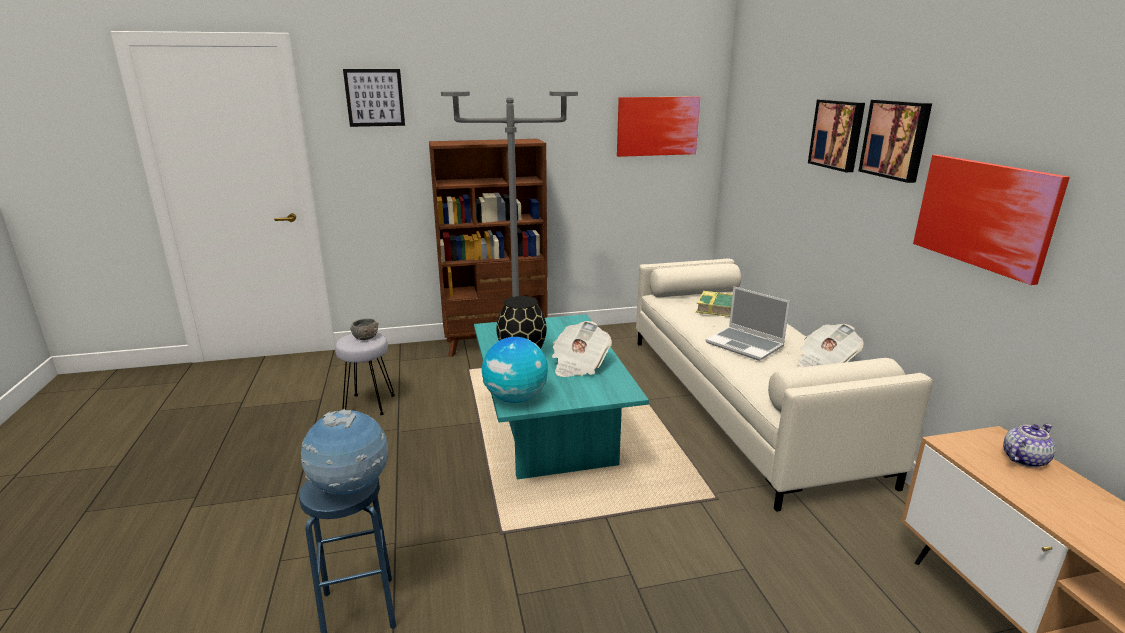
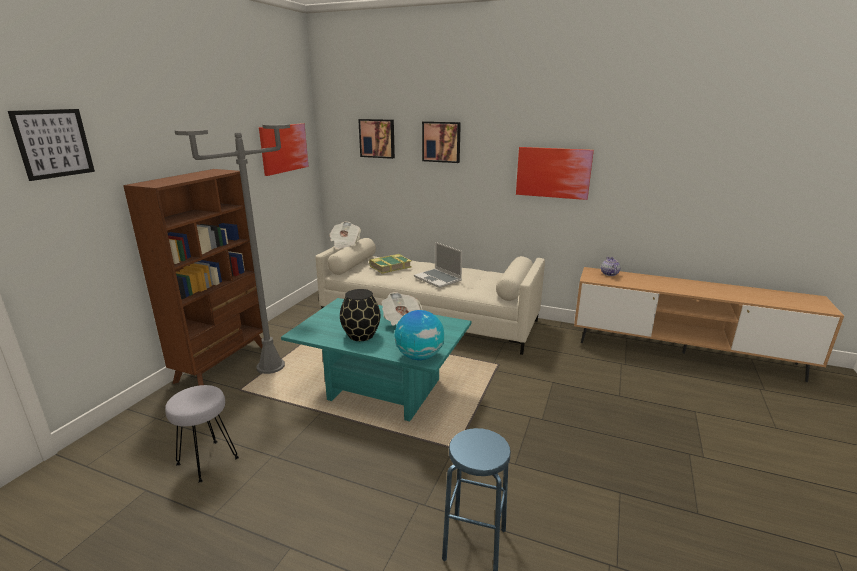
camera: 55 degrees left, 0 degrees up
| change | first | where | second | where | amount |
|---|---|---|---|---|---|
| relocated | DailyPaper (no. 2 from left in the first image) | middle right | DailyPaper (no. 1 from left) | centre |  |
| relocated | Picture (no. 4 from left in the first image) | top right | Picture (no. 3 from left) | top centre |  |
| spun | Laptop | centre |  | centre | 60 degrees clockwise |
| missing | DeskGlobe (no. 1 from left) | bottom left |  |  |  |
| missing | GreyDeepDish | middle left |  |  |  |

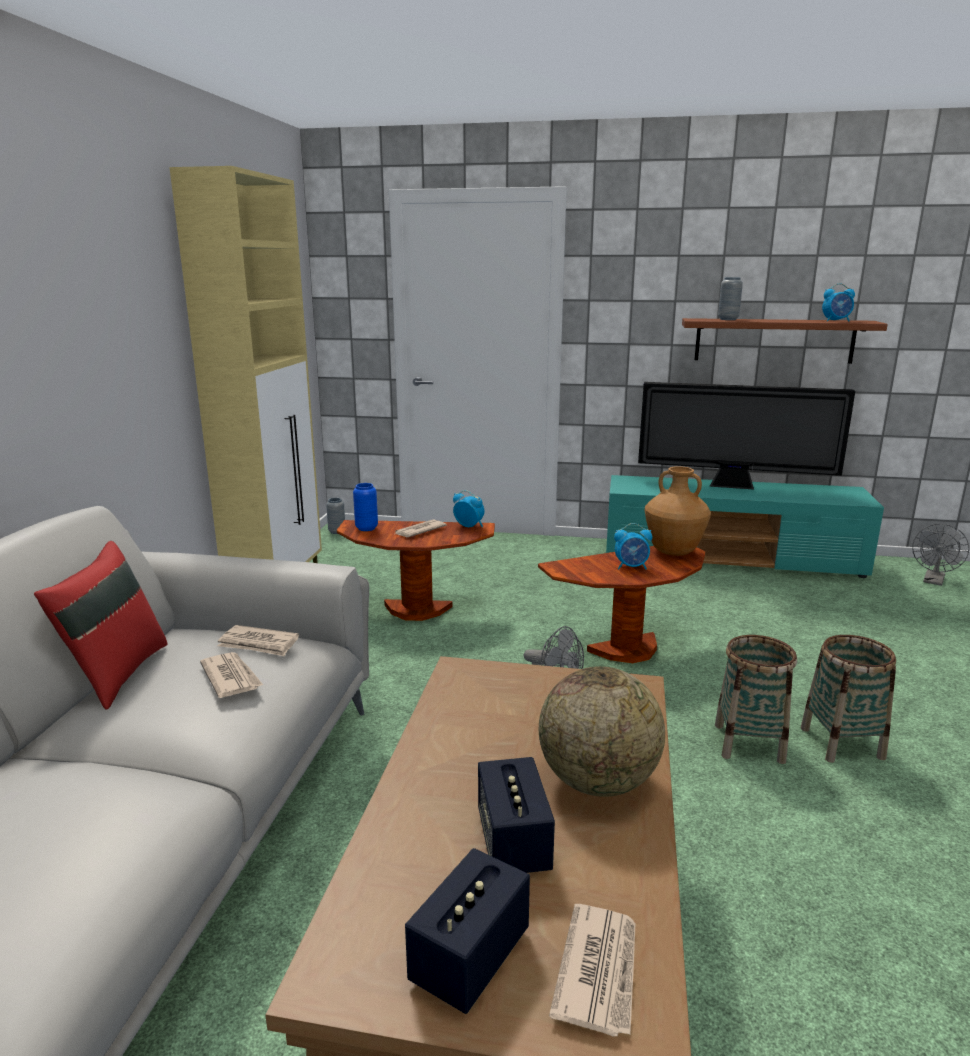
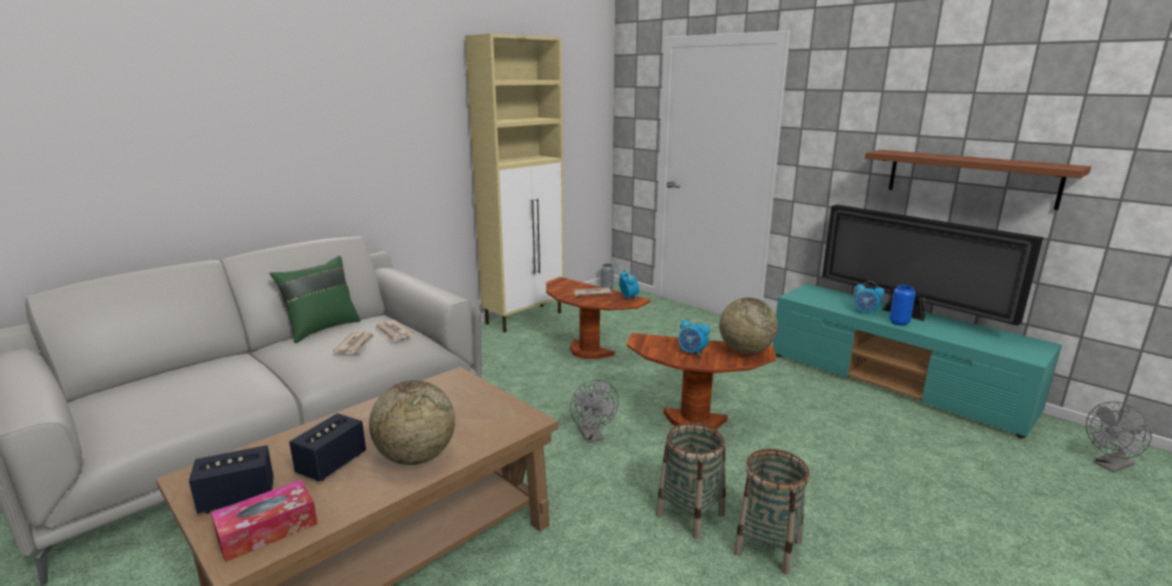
camera: 35 degrees right, 0 degrees up
| change | first | where | second | where | amount |
|---|---|---|---|---|---|
| exchanged | DailyPaper (no. 4 from left) | bottom centre | TissueBox | bottom left |  |
| colour | RedThrowPillow | middle left | GreenColouredThrowPillow | middle left |  |
| exchanged | BrownColouredFlowerVase | middle right | DeskGlobe (no. 2 from left) | centre |  |
| relocated | AlarmClock (no. 3 from left) | top right |  | middle right |  |
| relocated | BlueFlowerVase | centre |  | middle right |  |
| missing | GreyFlowerVase (no. 2 from left) | top right |  |  |  |

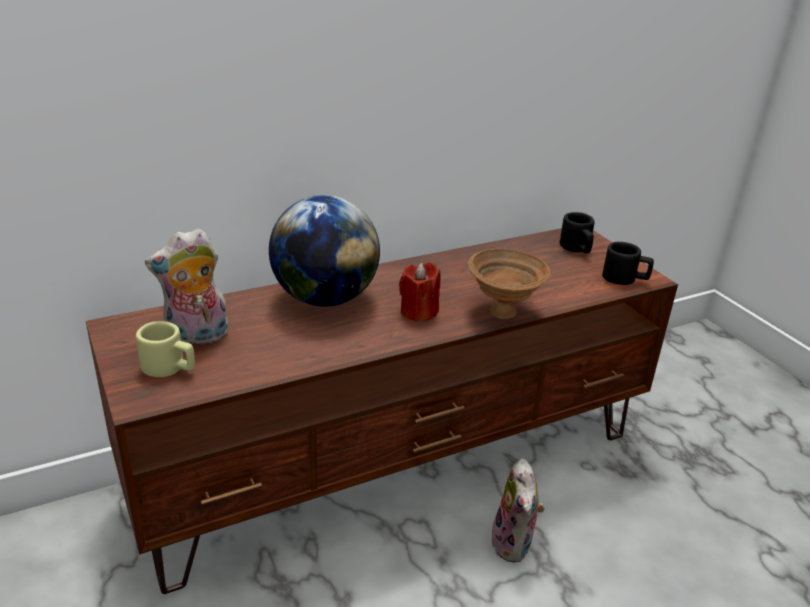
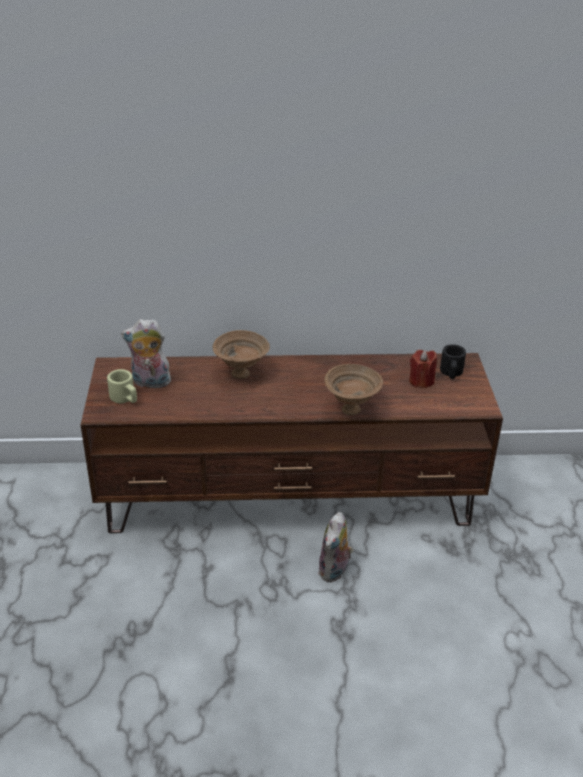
camera: 25 degrees right, 5 degrees up
| change | first | where | second | where | amount |
|---|---|---|---|---|---|
| exchanged | DeskGlobe | centre | BrownColouredDeepDish (no. 1 from left) | centre |  |
| relocated | RedWaxLight | centre |  | middle right |  |
| missing | BlackCoffeeMug (no. 2 from left) | middle right |  |  |  |

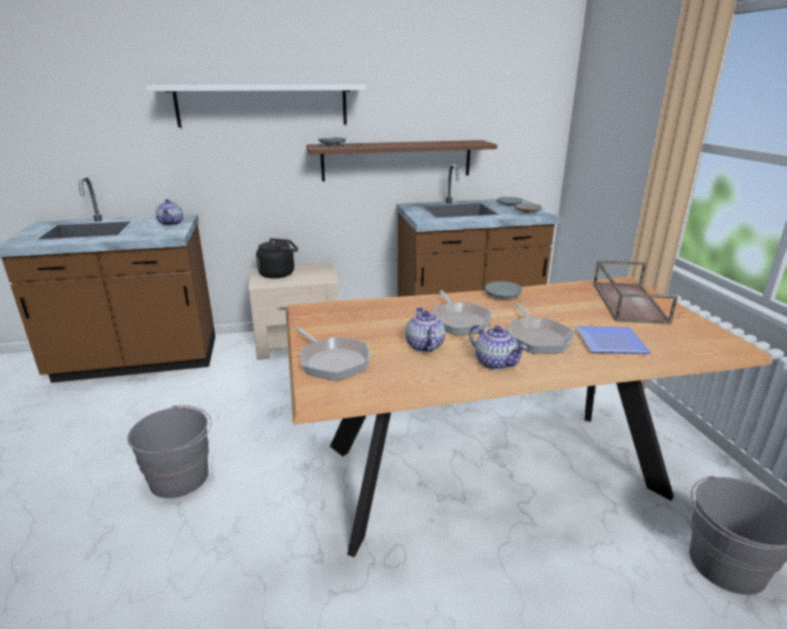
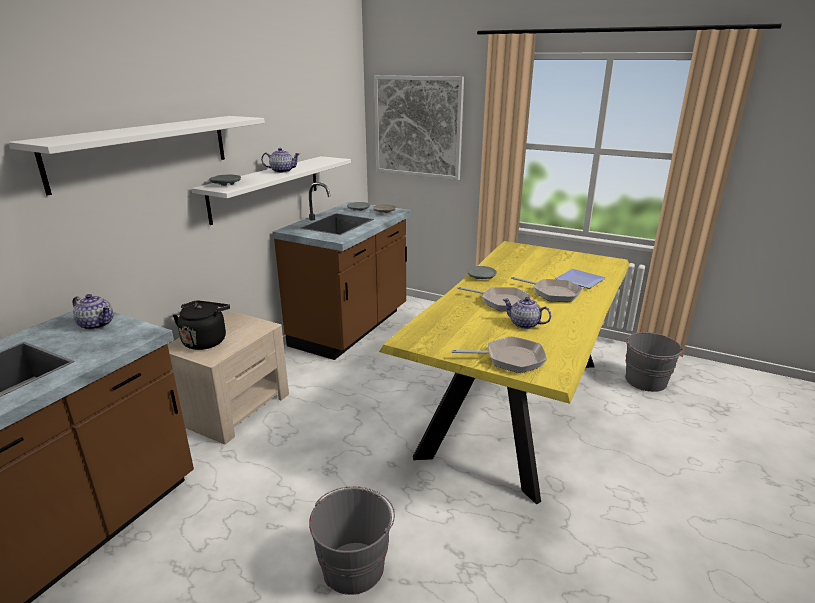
camera: 50 degrees left, 0 degrees up
| change | first | where | second | where | amount |
|---|---|---|---|---|---|
| colour | BrownColouredBracketShelf | top centre | WhiteBracketShelf (no. 2 from left) | top left |  |
| relocated | PotForTea (no. 3 from left in the first image) | centre | PotForTea (no. 2 from left) | top centre |  |
| appeared |  |  | Picture | top centre |  |
| colour | BrownColouredKitchenTable | middle right | YellowishKitchenTable | centre |  |
| missing | BrownColouredServingTray | middle right |  |  |  |

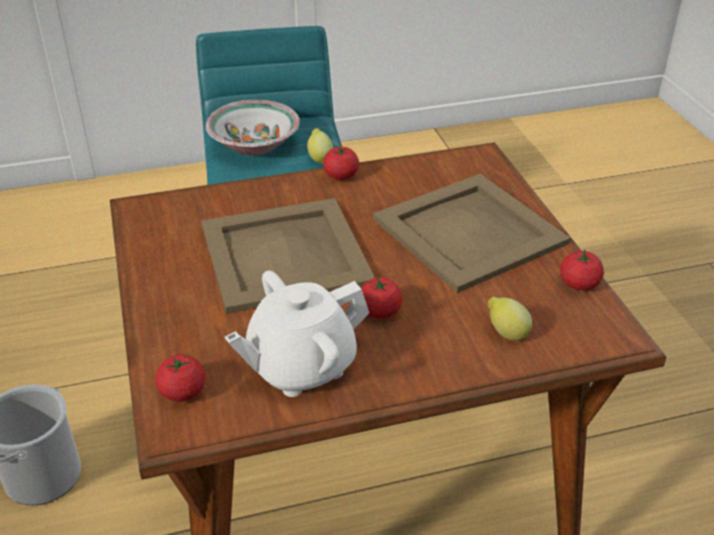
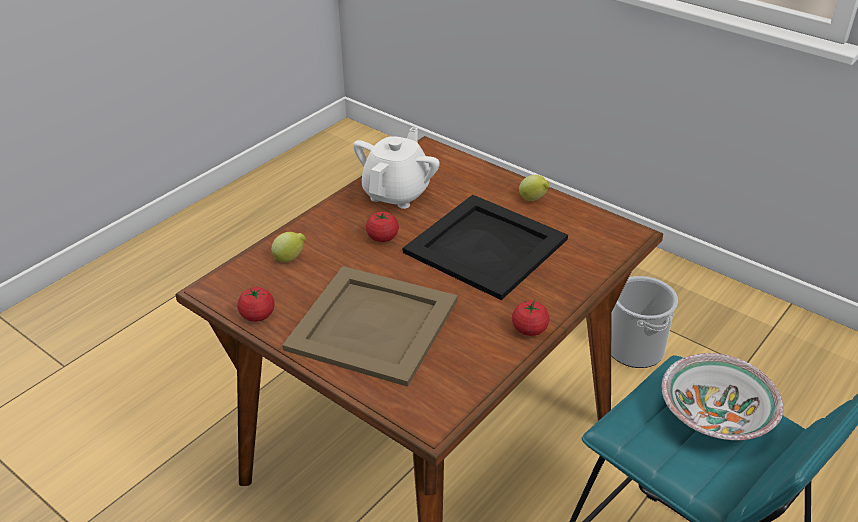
camera: 145 degrees right, 0 degrees up
| change | first | where | second | where | amount |
|---|---|---|---|---|---|
| colour | BeigeColouredServingTray (no. 1 from left) | centre | BlackServingTray | centre |  |
| relocated | CitrusFruit (no. 1 from left in the first image) | top centre | CitrusFruit (no. 2 from left) | centre |  |
| missing | Tomato (no. 1 from left) | bottom left |  |  |  |

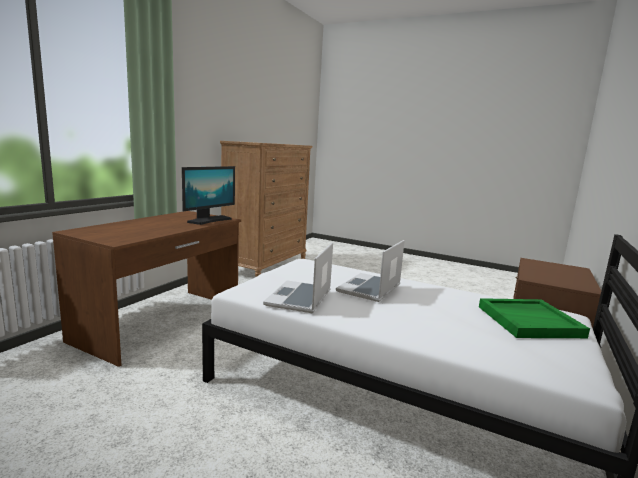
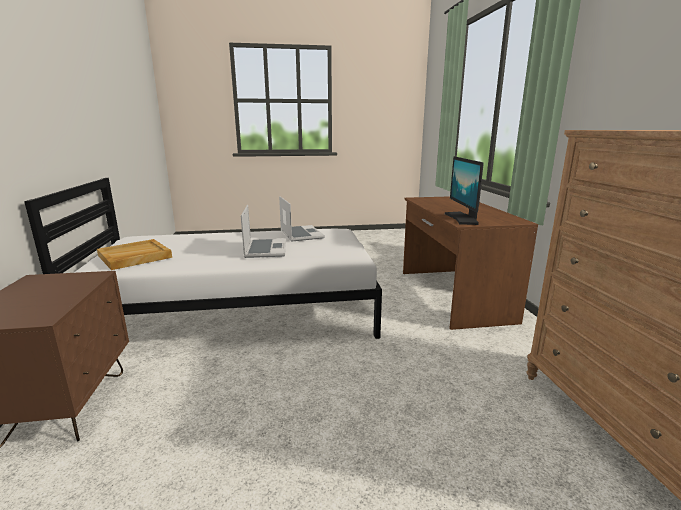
camera: 145 degrees right, 5 degrees up
| change | first | where | second | where | amount |
|---|---|---|---|---|---|
| colour | GreenColouredServingTray | middle right | BeigeColouredServingTray | middle left |  |

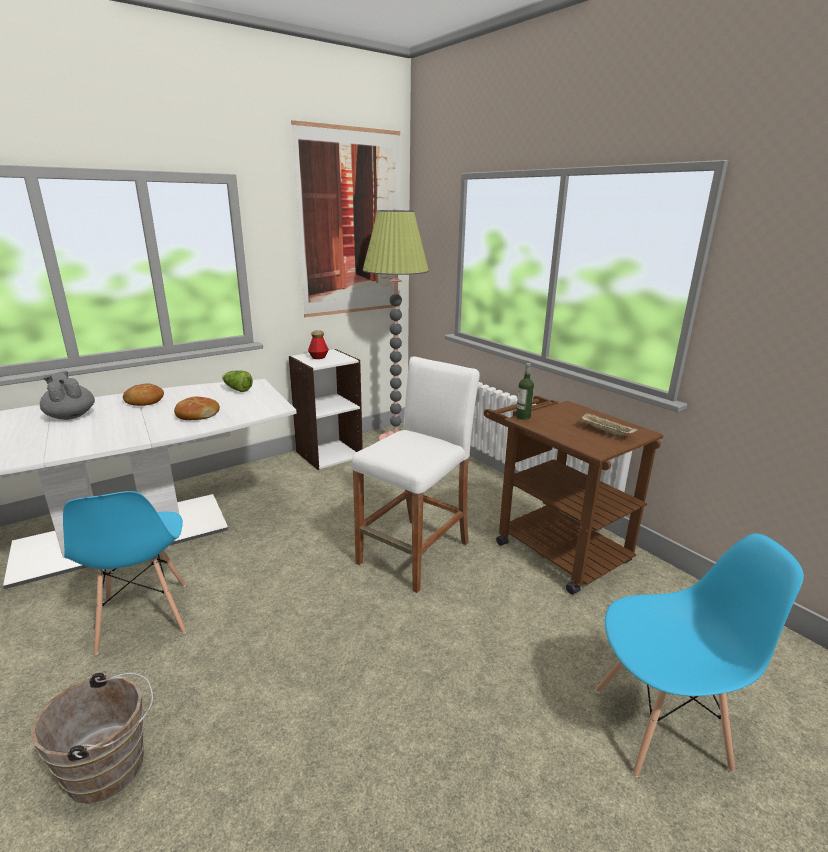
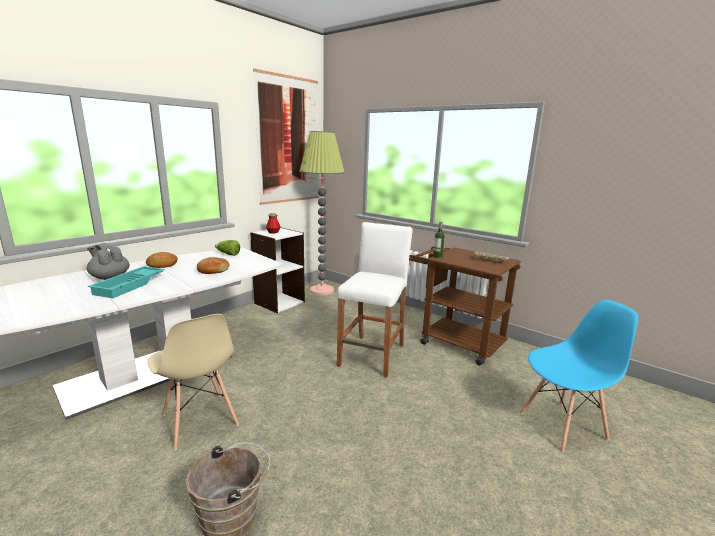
camera: 15 degrees left, 5 degrees down
| change | first | where | second | where | amount |
|---|---|---|---|---|---|
| appeared |  |  | TurquoiseColouredServingTray | middle left |  |
| colour | BlueUprightChair (no. 1 from left) | bottom left | BeigeColouredUprightChair | bottom left |  |

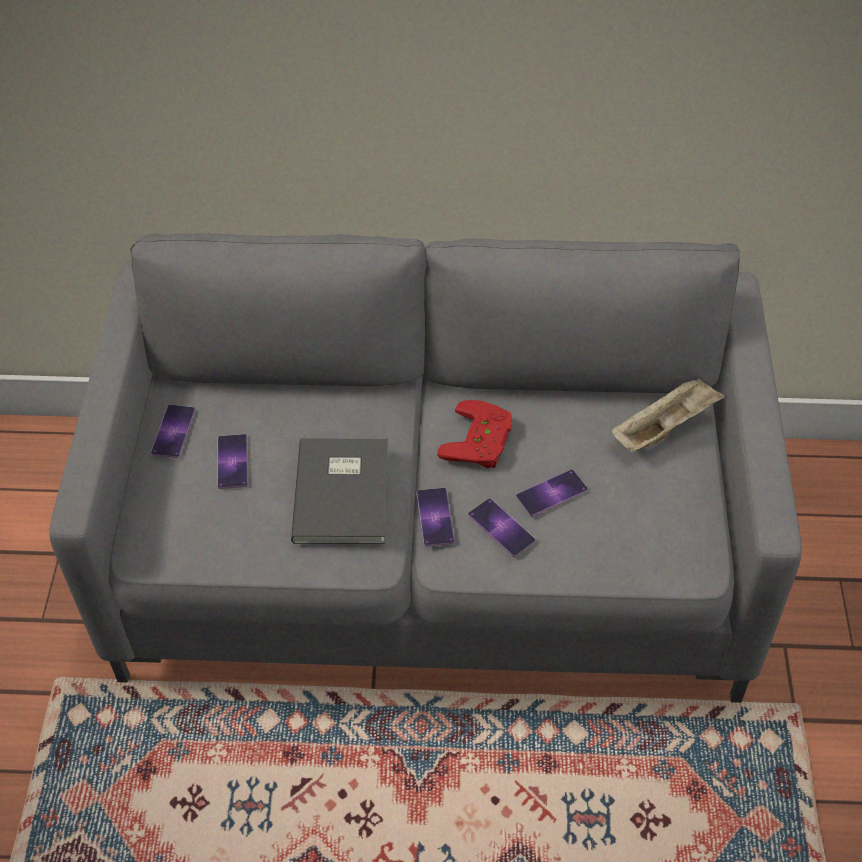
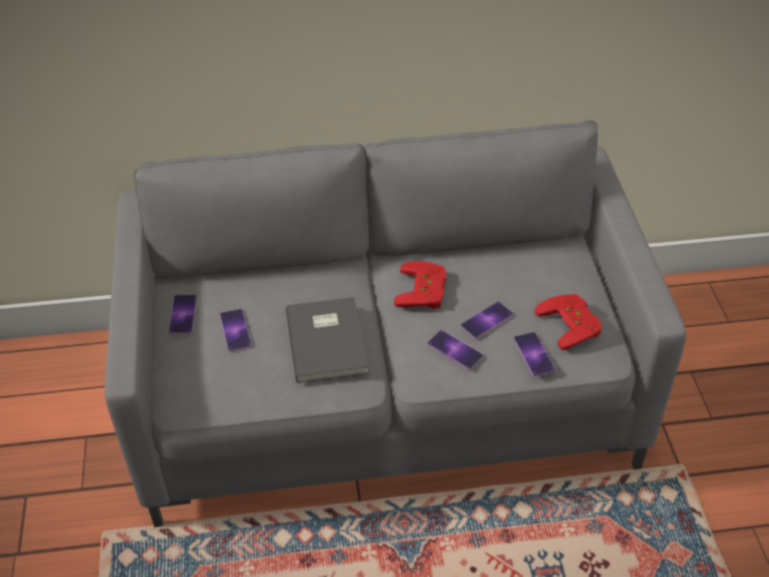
camera: 10 degrees left, 5 degrees down
| change | first | where | second | where | amount |
|---|---|---|---|---|---|
| relocated | Phone (no. 3 from left in the first image) | centre | Phone (no. 5 from left) | middle right |  |
| appeared |  |  | RedGameController (no. 2 from left) | middle right |  |
| missing | BeigeColouredServingTray | middle right |  |  |  |

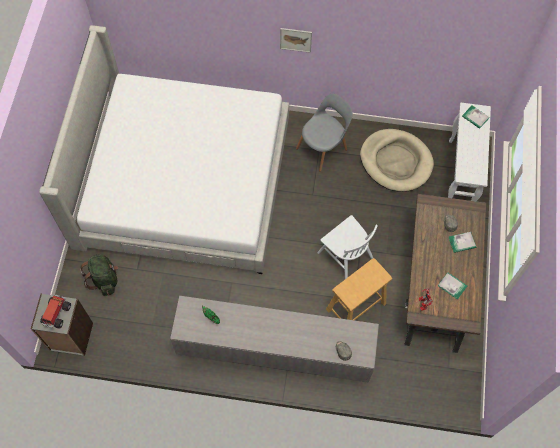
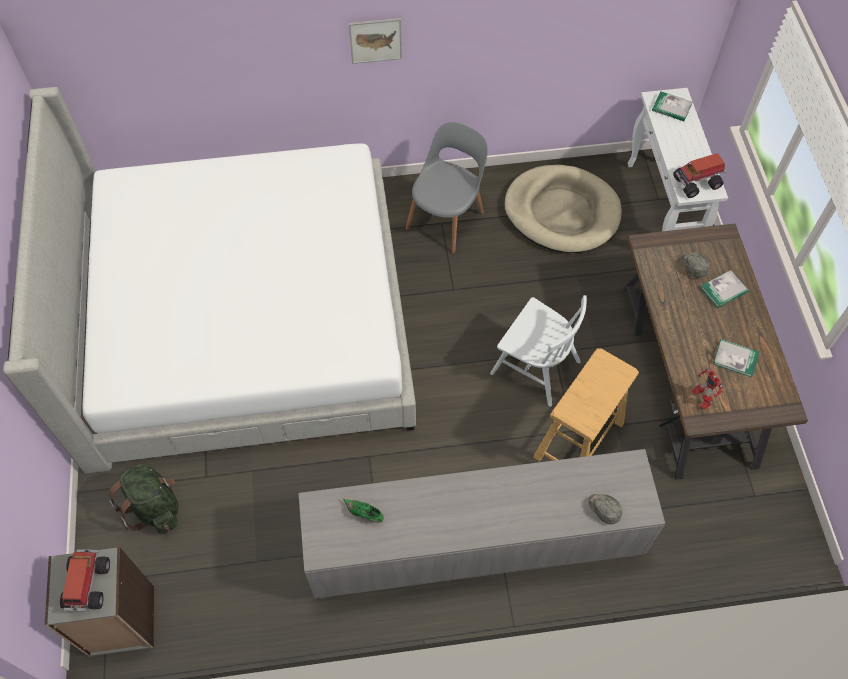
camera: 15 degrees left, 5 degrees down
| change | first | where | second | where | amount |
|---|---|---|---|---|---|
| appeared |  |  | ToyLorry (no. 2 from left) | top right |  |

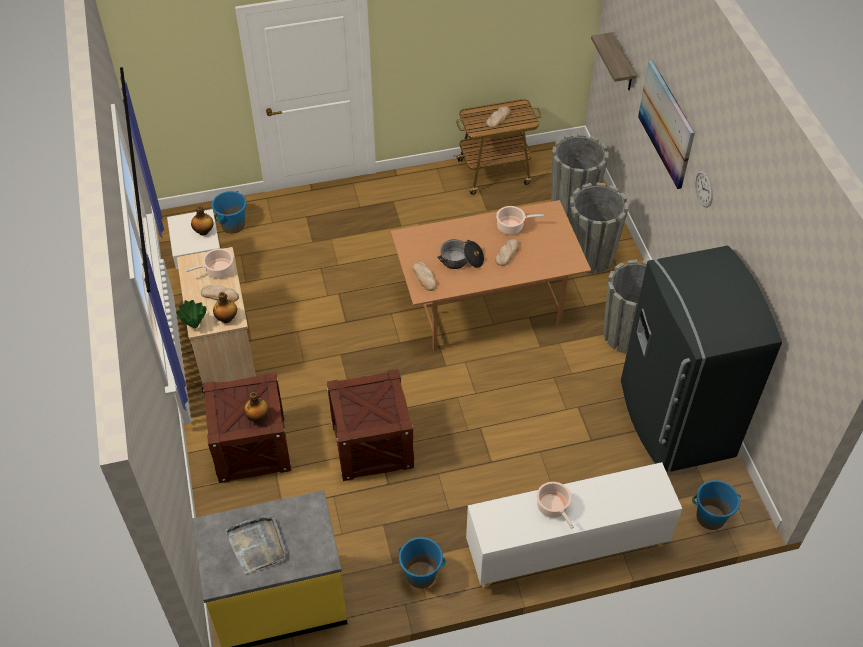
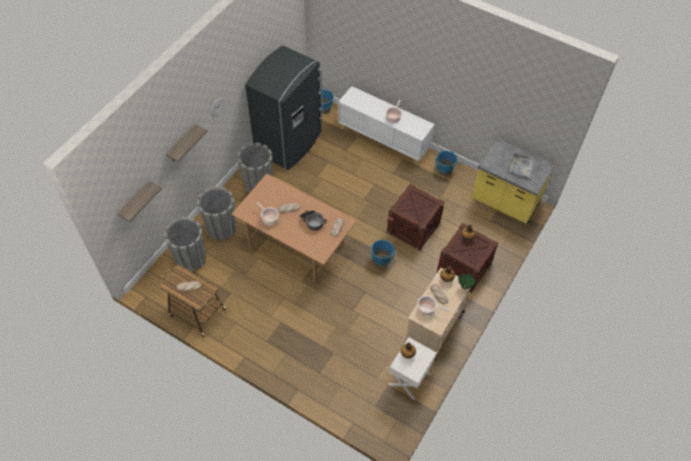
camera: 135 degrees left, 5 degrees up
| change | first | where | second | where | amount |
|---|---|---|---|---|---|
| exchanged | Picture | top right | BracketShelf (no. 2 from left) | top left |  |
| relocated | BlueBucket (no. 1 from left in the first image) | top left | BlueBucket (no. 2 from left) | centre |  |

